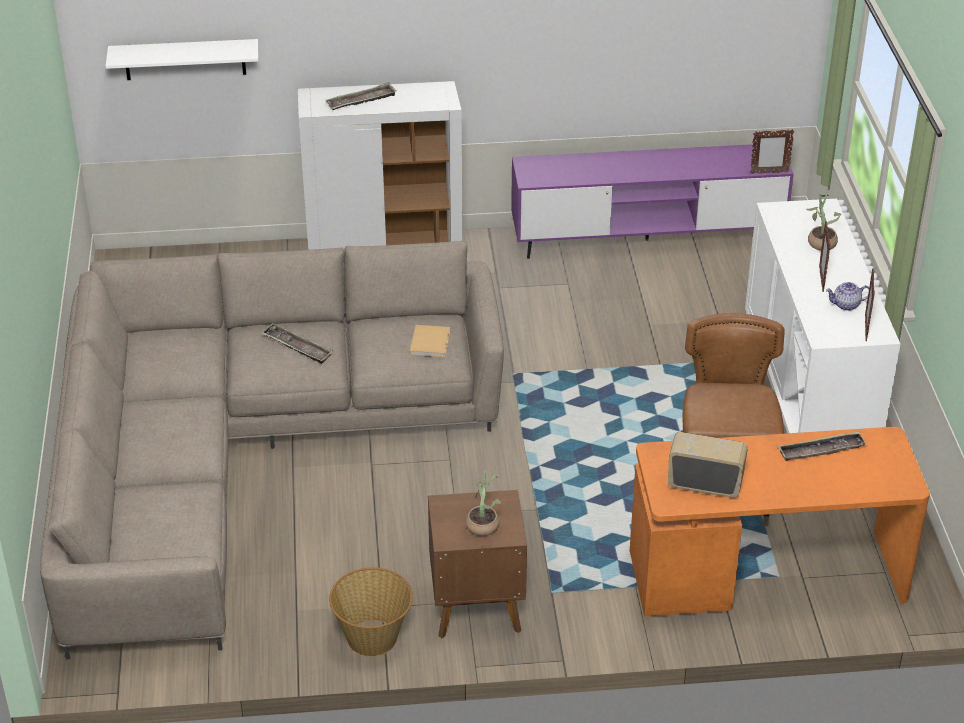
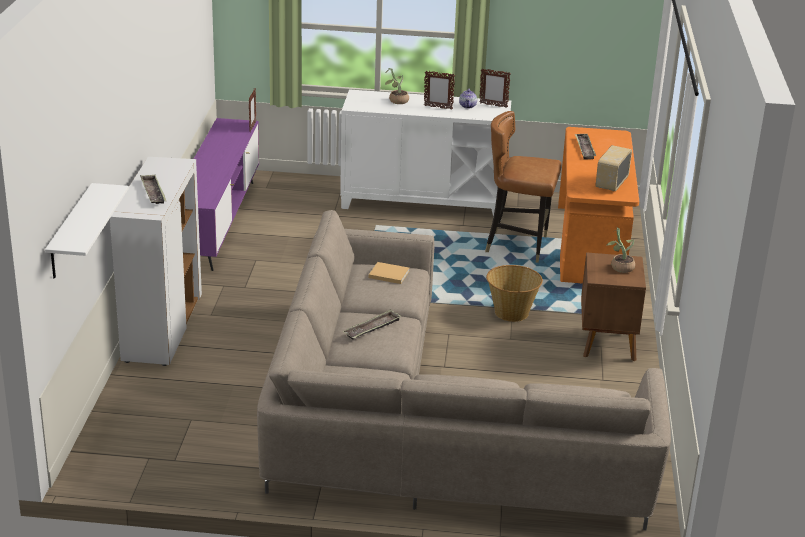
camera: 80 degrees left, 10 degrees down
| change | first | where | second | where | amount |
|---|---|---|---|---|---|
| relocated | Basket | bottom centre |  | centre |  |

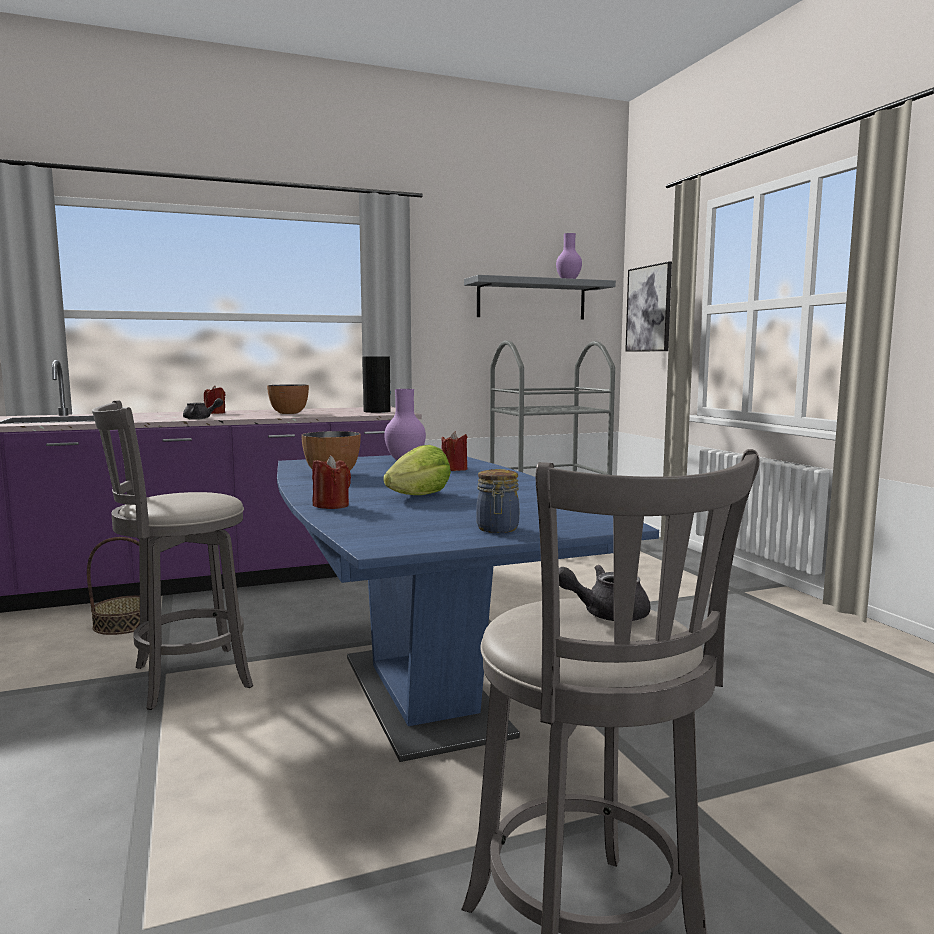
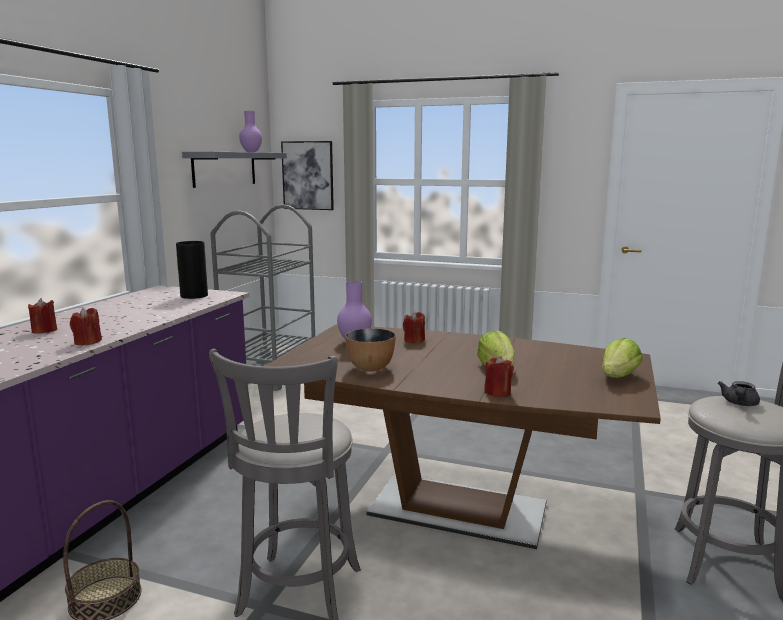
camera: 50 degrees left, 5 degrees up
| change | first | where | second | where | amount |
|---|---|---|---|---|---|
| exchanged | GreyPotForTea (no. 1 from left) | middle left | RedWaxLight (no. 2 from left) | middle left |  |
| colour | BlueKitchenTable | centre | BrownColouredKitchenTable | bottom centre |  |
| exchanged | Jar | centre | HeadOfLettuce (no. 2 from left) | middle right |  |
| missing | DeepDish (no. 1 from left) | middle left |  |  |  |

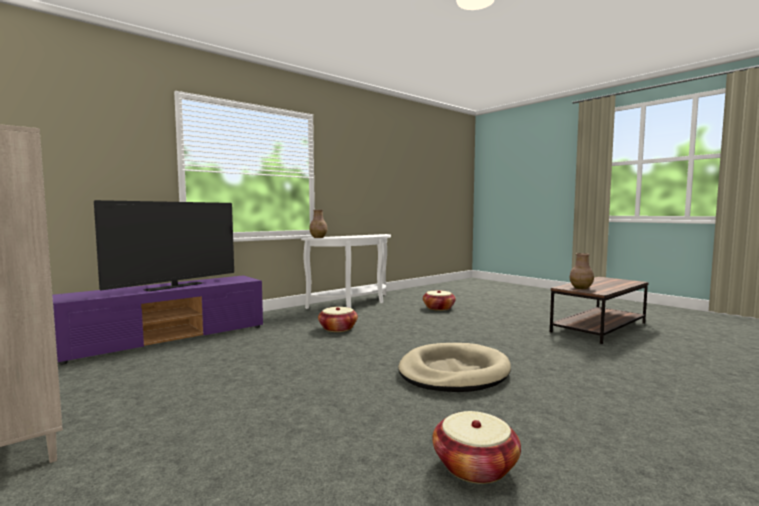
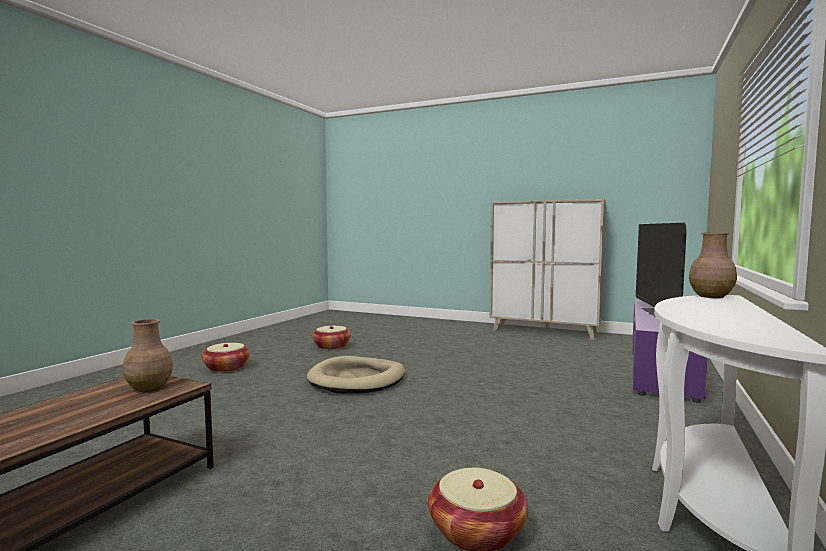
camera: 155 degrees right, 0 degrees up
| change | first | where | second | where | amount |
|---|---|---|---|---|---|
| relocated | Basket (no. 1 from left) | centre |  | middle left |  |

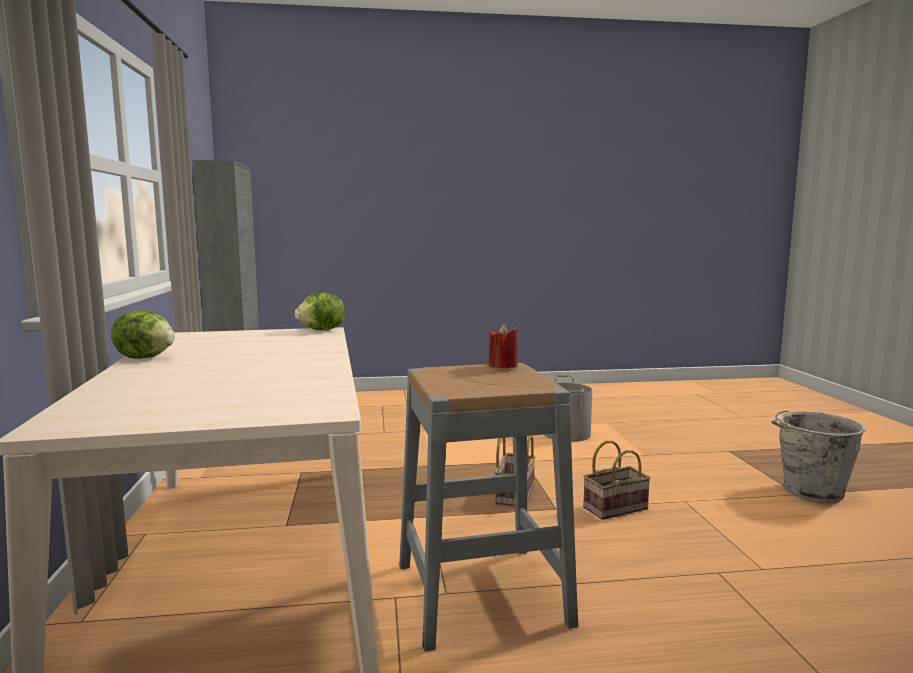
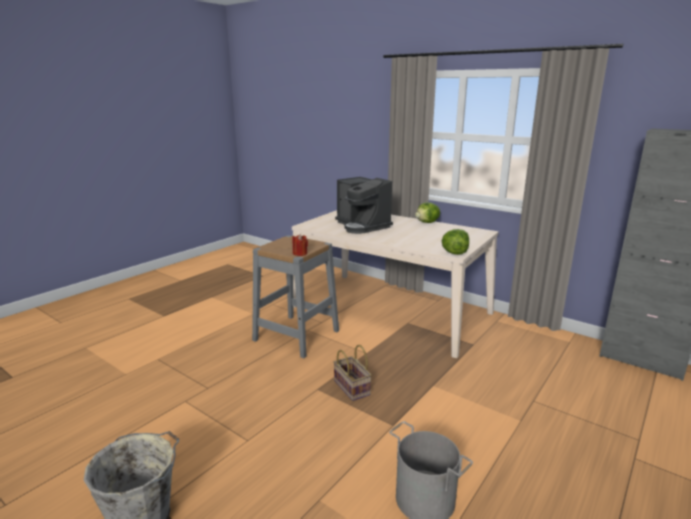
camera: 135 degrees right, 10 degrees up
| change | first | where | second | where | amount |
|---|---|---|---|---|---|
| appeared |  |  | CoffeeMachine | centre |  |
| missing | Basket (no. 2 from left) | bottom right |  |  |  |

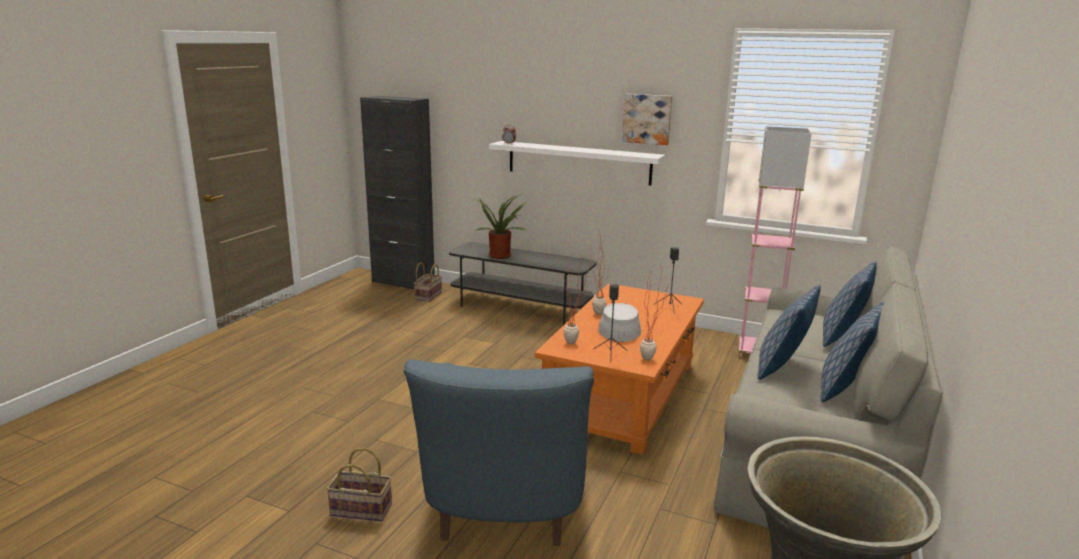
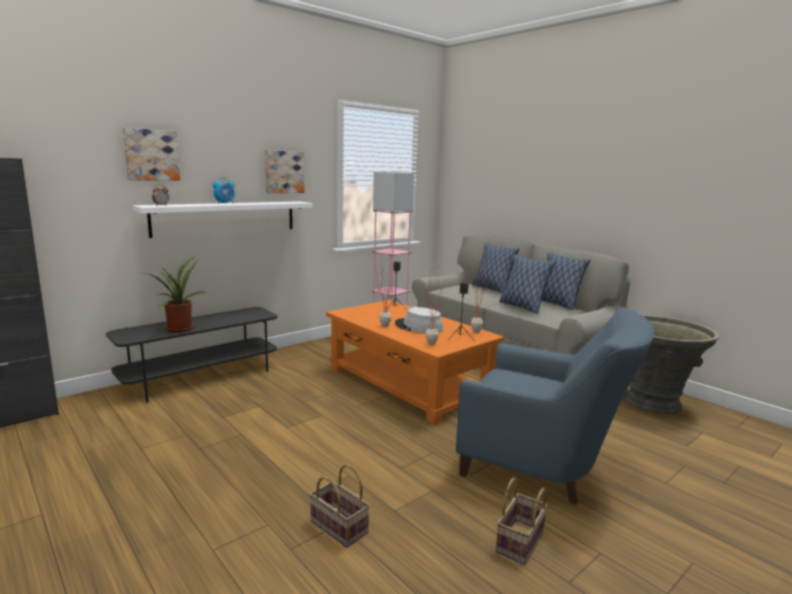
camera: 65 degrees left, 5 degrees down
| change | first | where | second | where | amount |
|---|---|---|---|---|---|
| appeared |  |  | Picture (no. 1 from left) | top left |  |
| appeared |  |  | AlarmClock (no. 2 from left) | top left |  |
| relocated | Basket (no. 2 from left in the first image) | centre | Basket (no. 1 from left) | bottom centre |  |

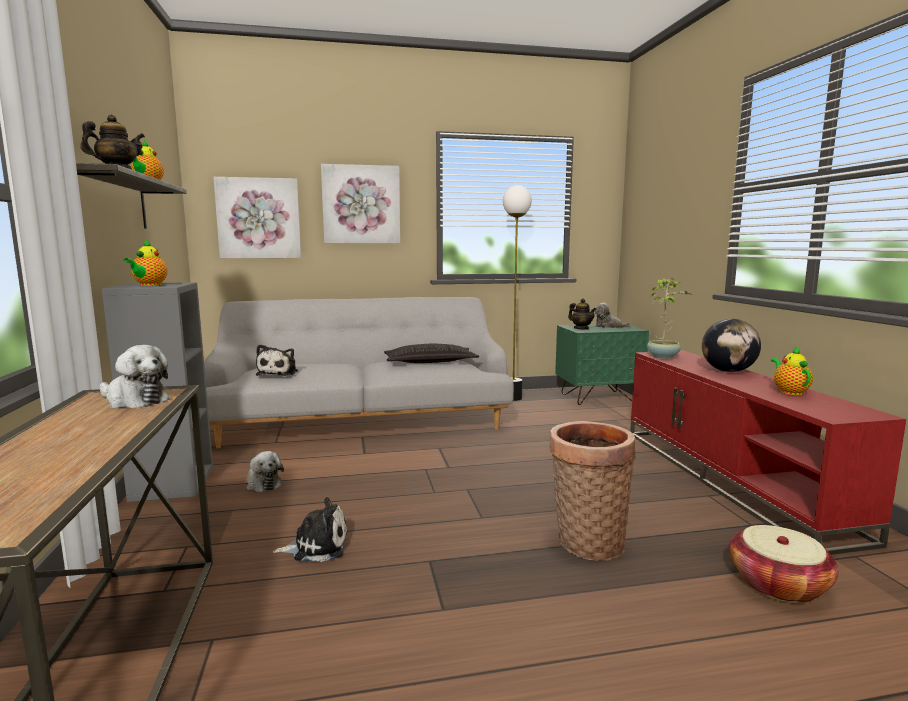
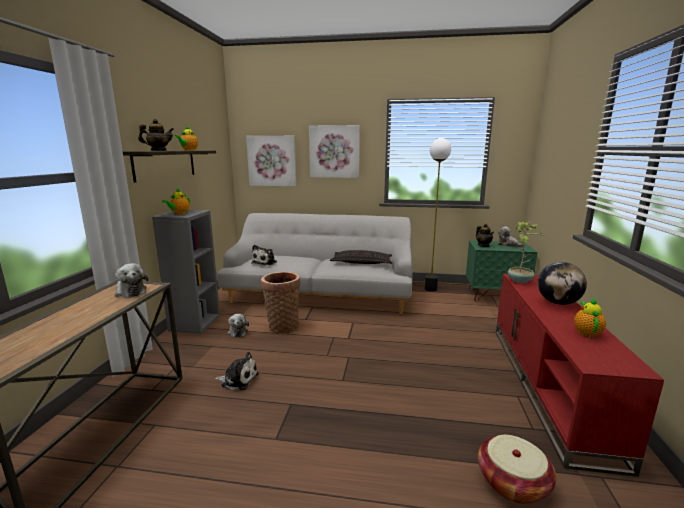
camera: 20 degrees right, 5 degrees up
| change | first | where | second | where | amount |
|---|---|---|---|---|---|
| relocated | Basket (no. 1 from left) | bottom centre |  | centre |  |

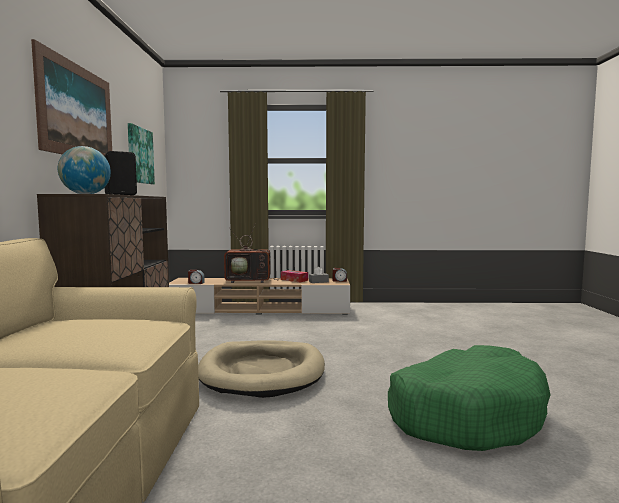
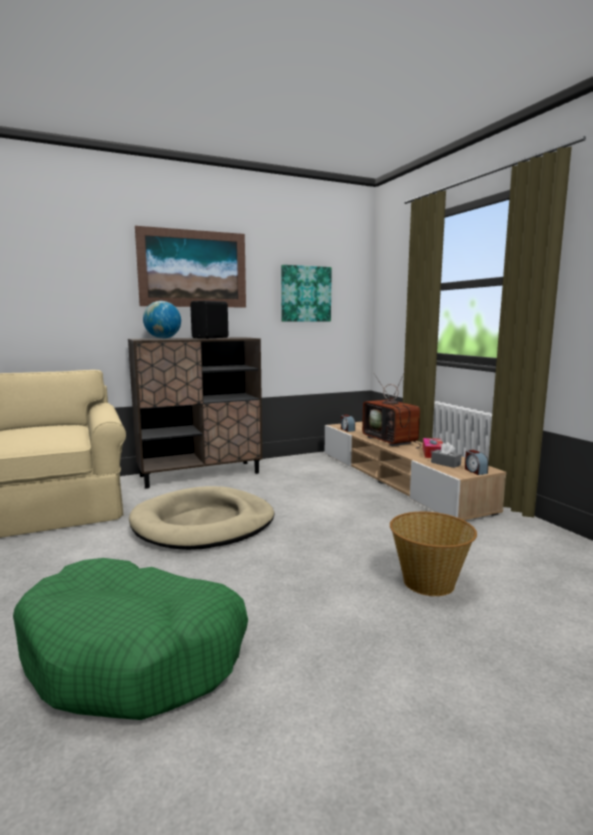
camera: 65 degrees right, 5 degrees up
| change | first | where | second | where | amount |
|---|---|---|---|---|---|
| appeared |  |  | Basket | middle right |  |

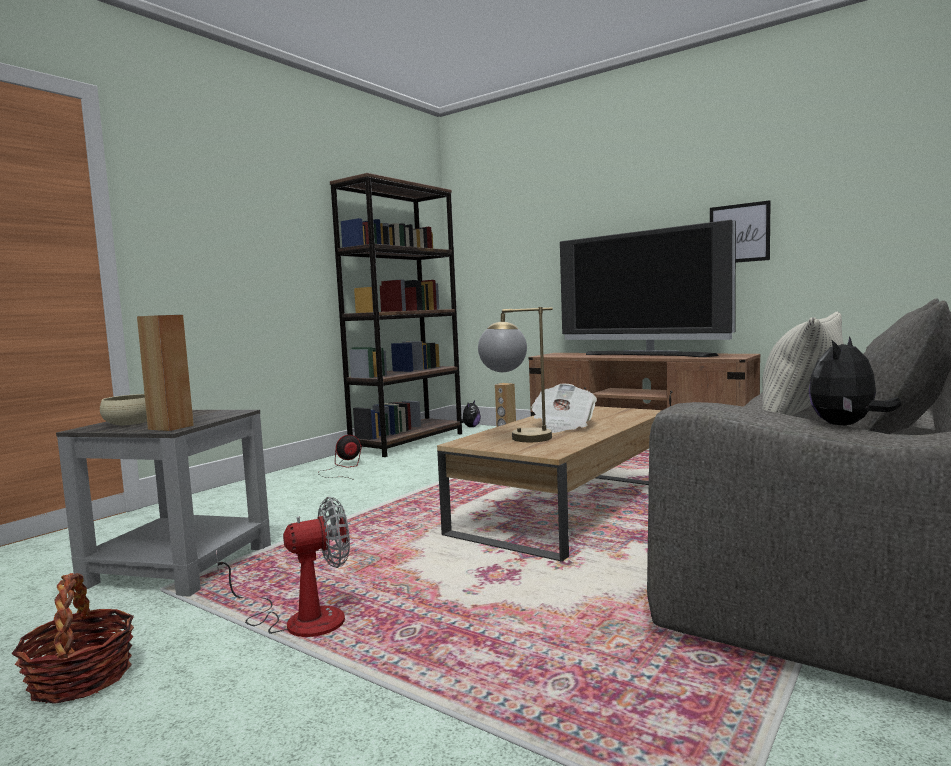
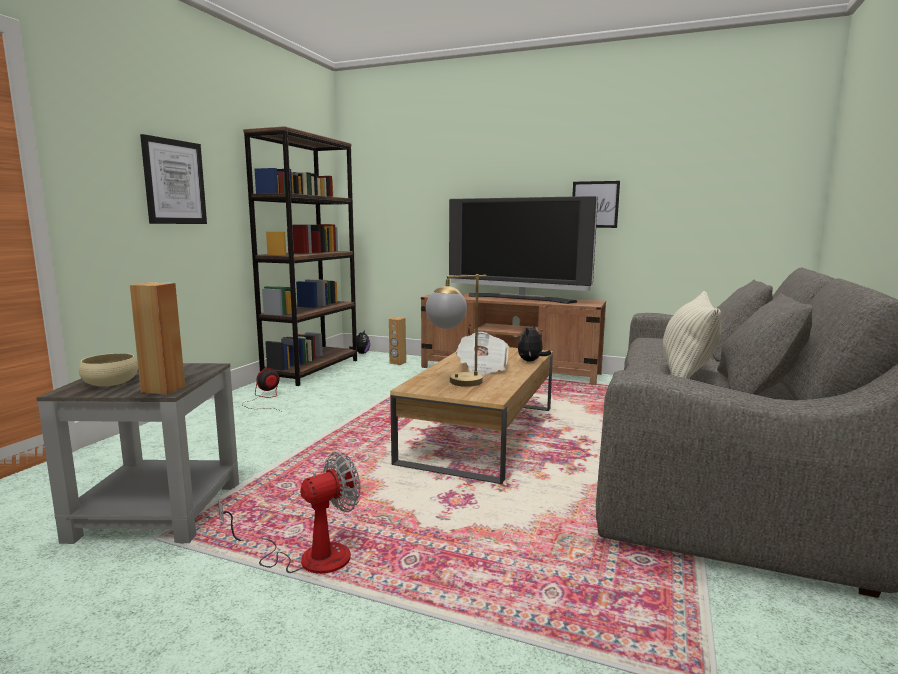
camera: 15 degrees left, 5 degrees up
| change | first | where | second | where | amount |
|---|---|---|---|---|---|
| appeared |  |  | Picture (no. 1 from left) | top left |  |
| relocated | CuddlyToy (no. 2 from left) | middle right |  | centre |  |
| missing | Basket | bottom left |  |  |  |

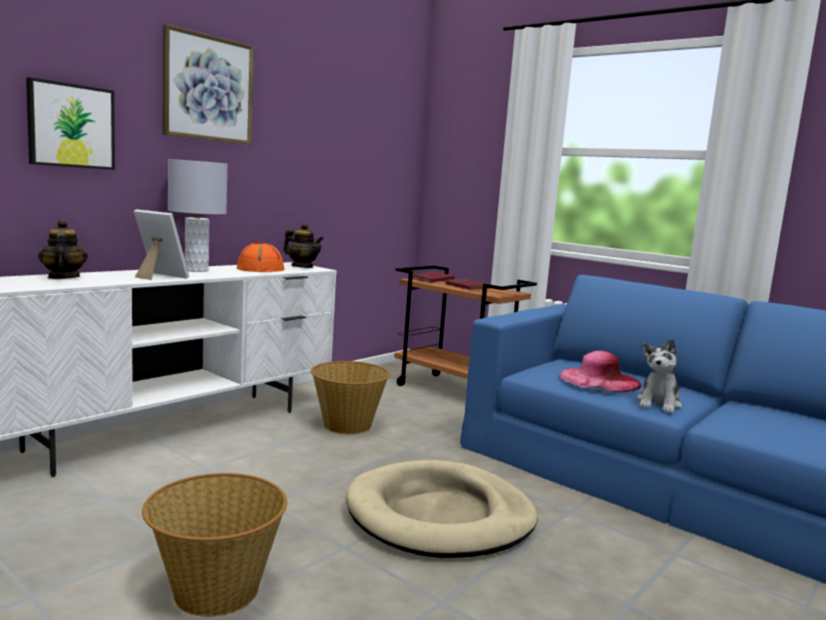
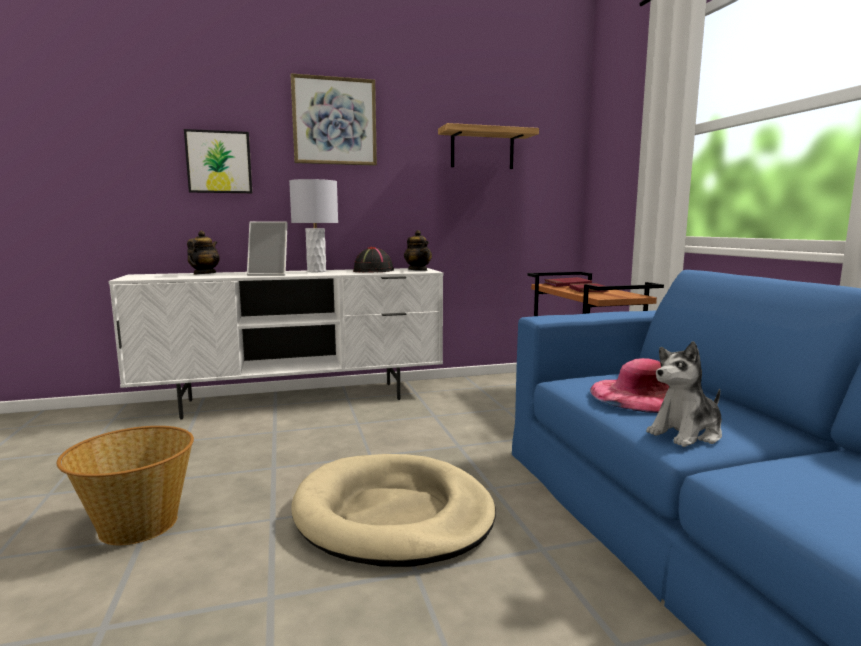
camera: 35 degrees right, 0 degrees up
| change | first | where | second | where | amount |
|---|---|---|---|---|---|
| spun | PictureFrame | middle left |  | middle left | 120 degrees clockwise |
| colour | OrangeWearableHat | middle left | BlackWearableHat | centre |  |
| appeared |  |  | BracketShelf | top centre |  |
| missing | Basket (no. 2 from left) | centre |  |  |  |

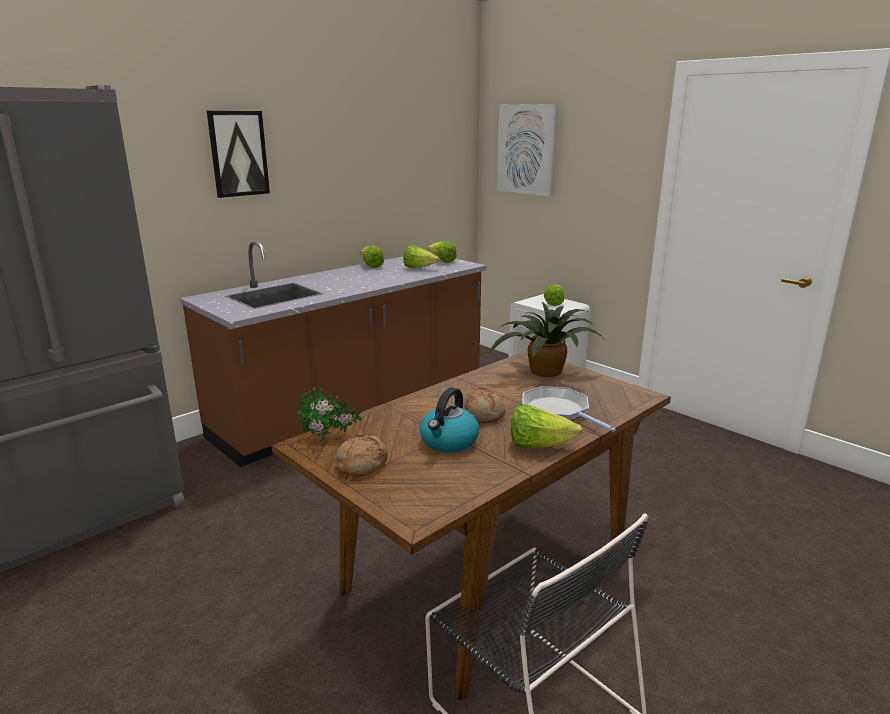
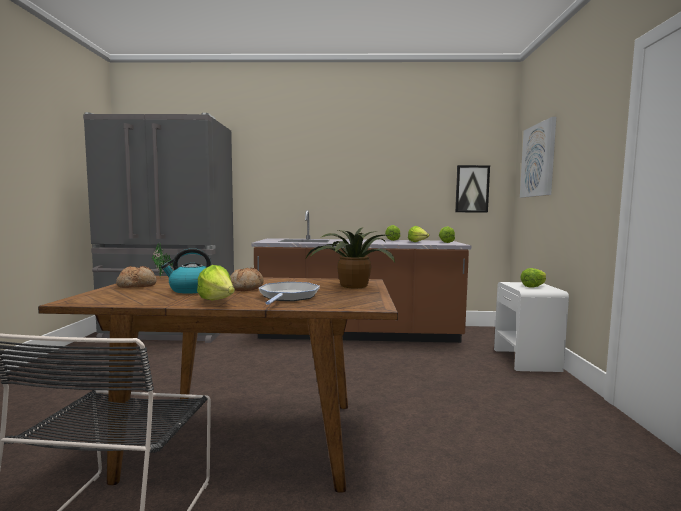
camera: 45 degrees right, 15 degrees down
| change | first | where | second | where | amount |
|---|---|---|---|---|---|
| relocated | Picture (no. 1 from left) | top left |  | middle right |  |

